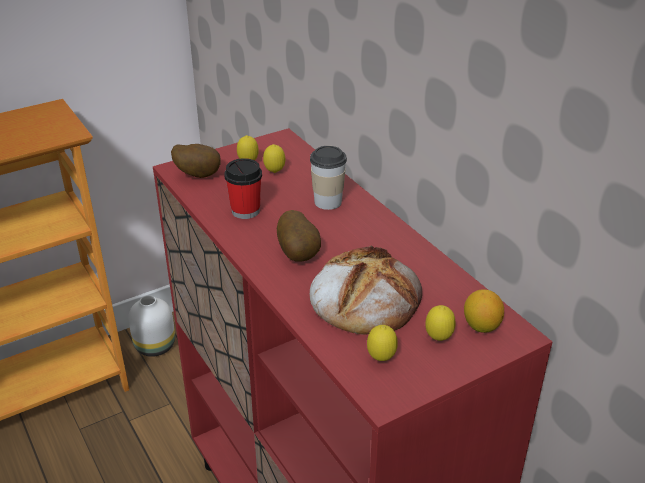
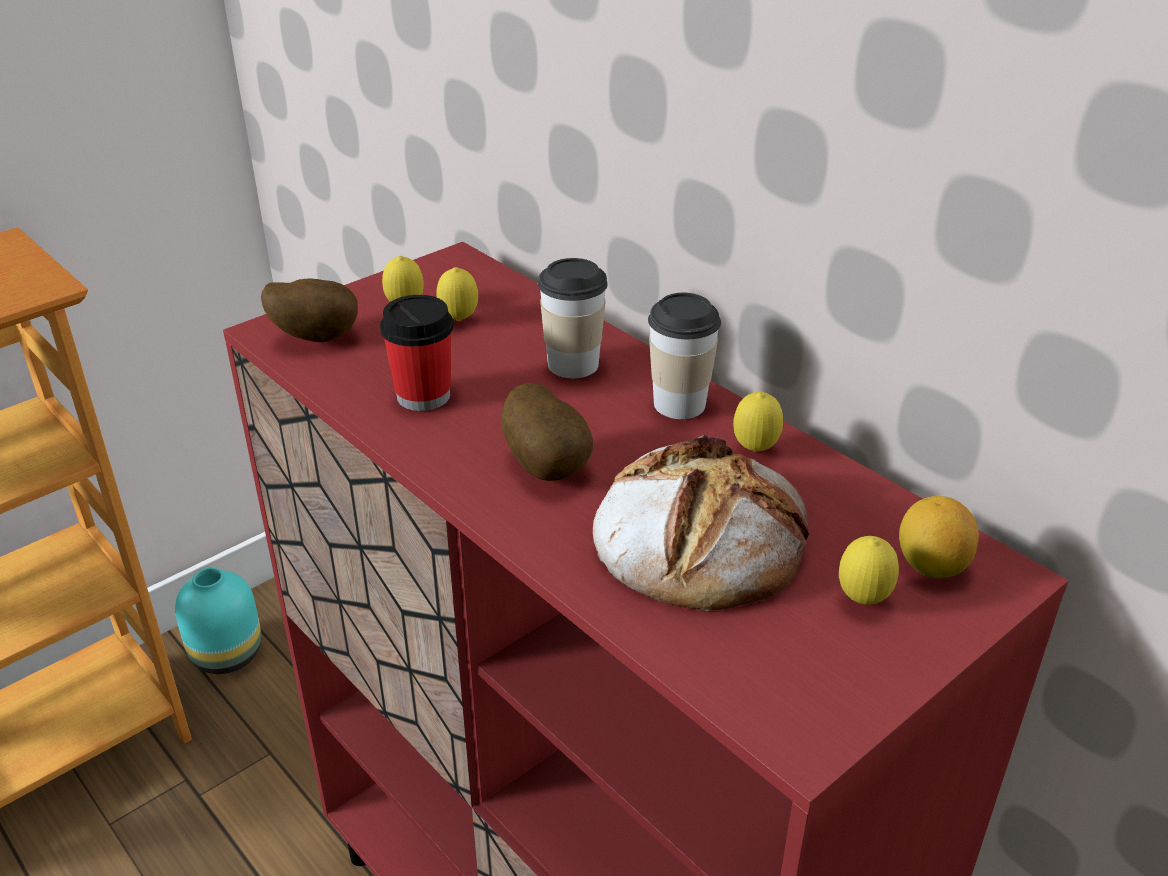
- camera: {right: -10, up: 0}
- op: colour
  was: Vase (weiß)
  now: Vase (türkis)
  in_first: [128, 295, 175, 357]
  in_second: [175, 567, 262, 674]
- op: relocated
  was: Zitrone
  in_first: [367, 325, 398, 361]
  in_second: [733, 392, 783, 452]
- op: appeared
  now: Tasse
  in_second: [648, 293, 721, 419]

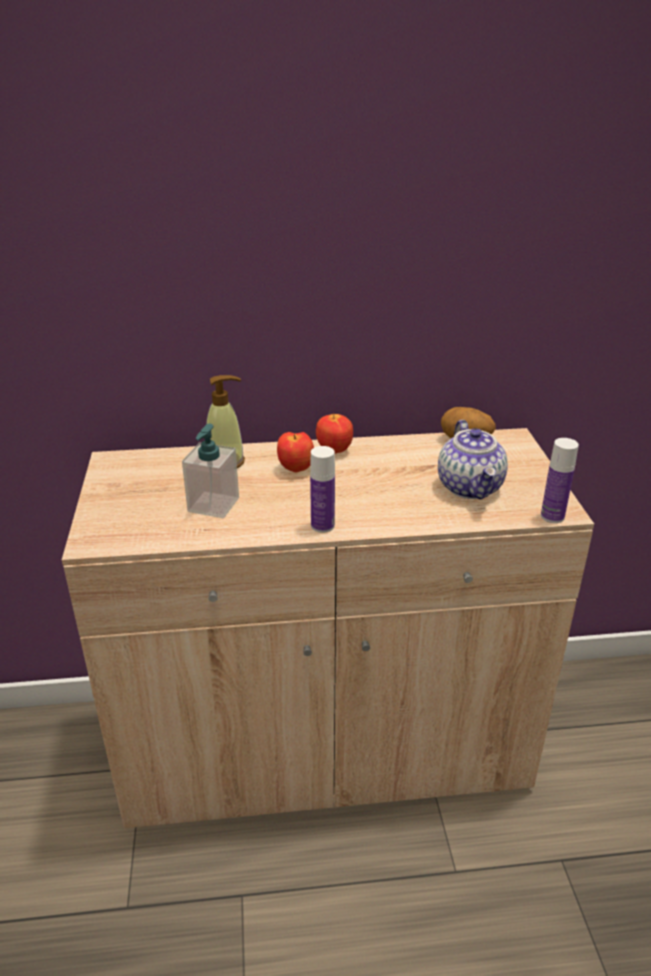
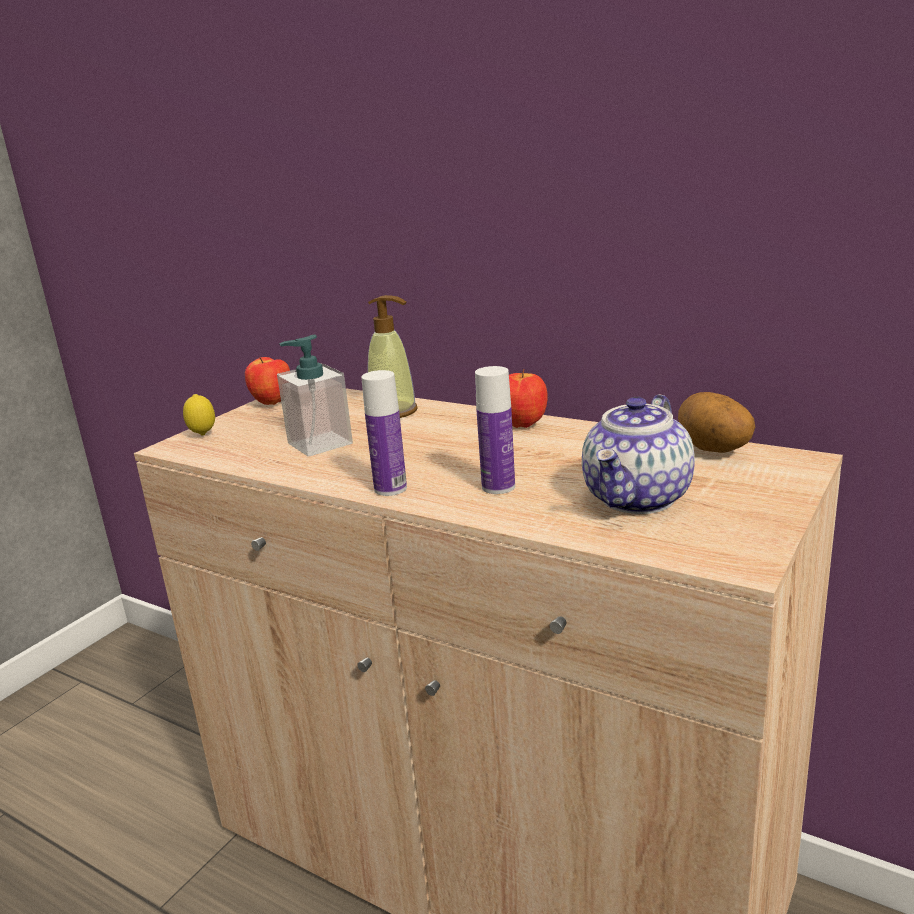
- camera: {right: 40, up: -10}
- op: relocated
  was: Apfel
  in_first: [277, 432, 314, 472]
  in_second: [245, 357, 290, 405]
- op: relocated
  was: Flasche
  in_first: [541, 438, 579, 523]
  in_second: [475, 366, 515, 494]
- op: appeared
  now: Zitrone
  in_second: [183, 394, 215, 435]

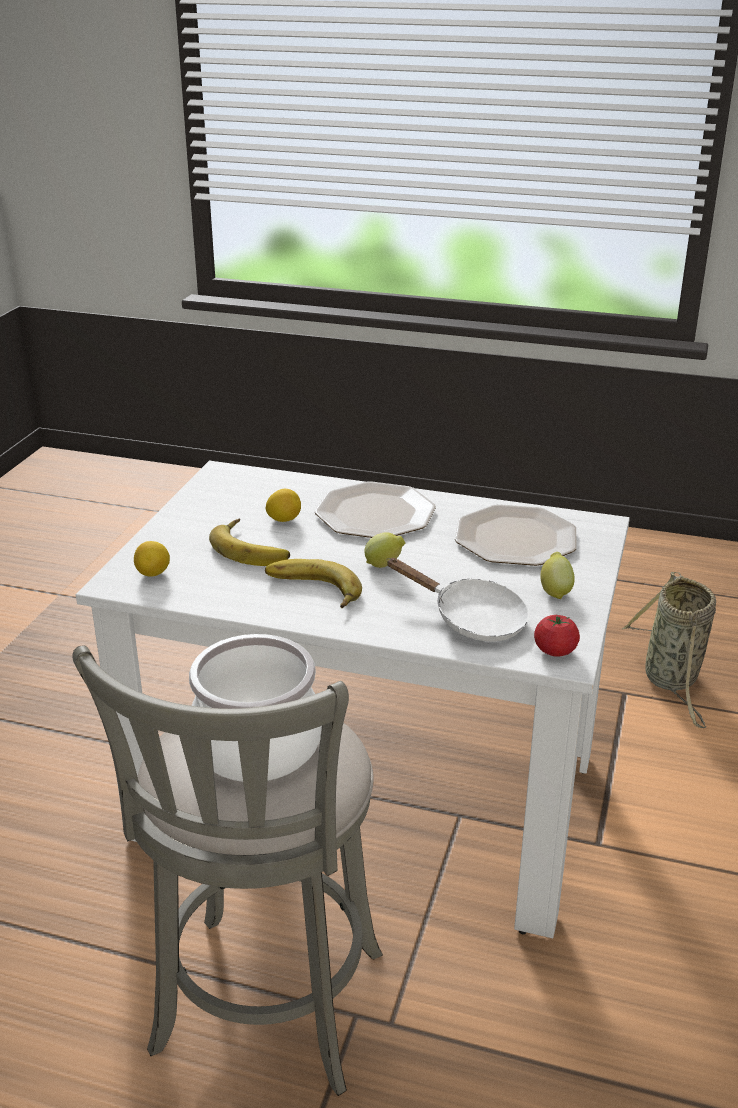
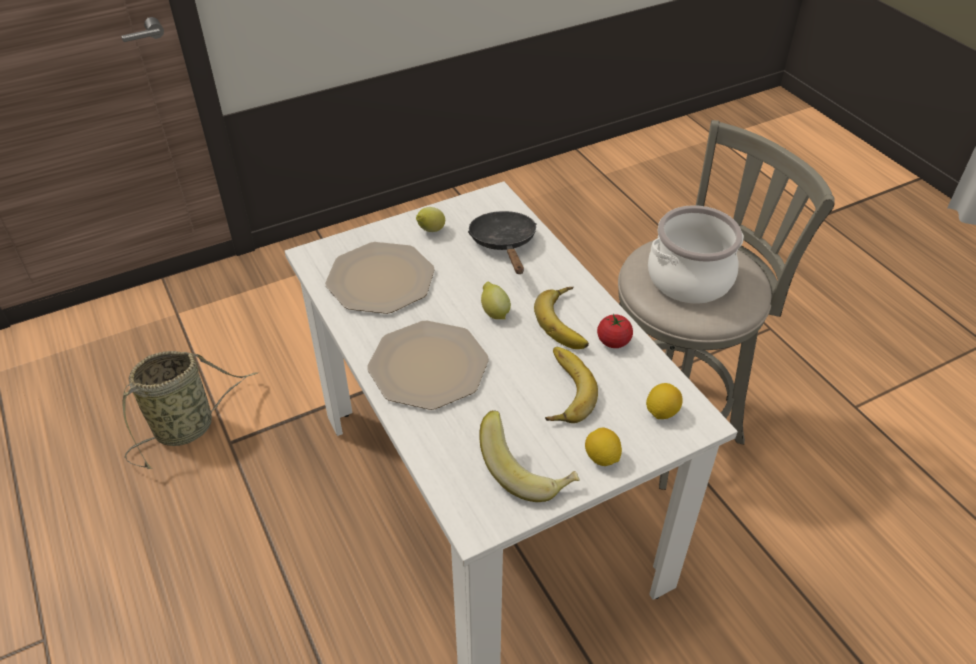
- camera: {right: -135, up: 15}
- op: relocated
  was: Zitrone
  in_first: [266, 489, 301, 522]
  in_second: [585, 428, 622, 466]
- op: colour
  was: Pfanne (weiß)
  now: Pfanne (schwarz)
  in_first: [386, 558, 529, 641]
  in_second: [468, 211, 537, 274]
- op: relocated
  was: Tomate
  in_first: [534, 615, 580, 657]
  in_second: [597, 314, 633, 348]
- op: appeared
  now: Banane
  in_second: [480, 410, 580, 502]

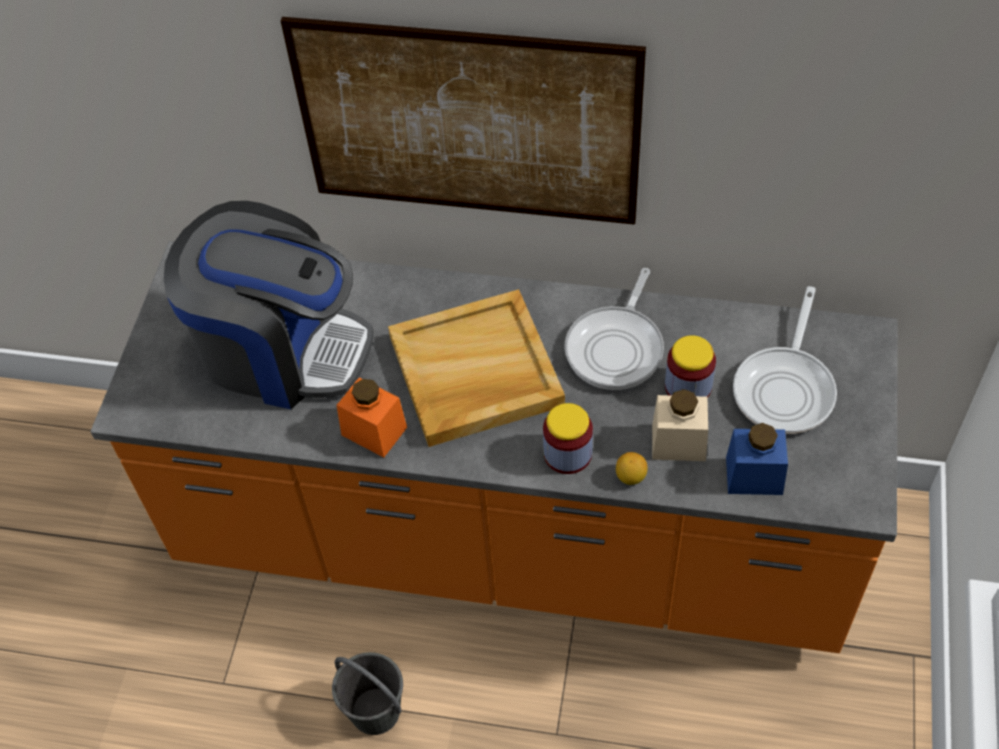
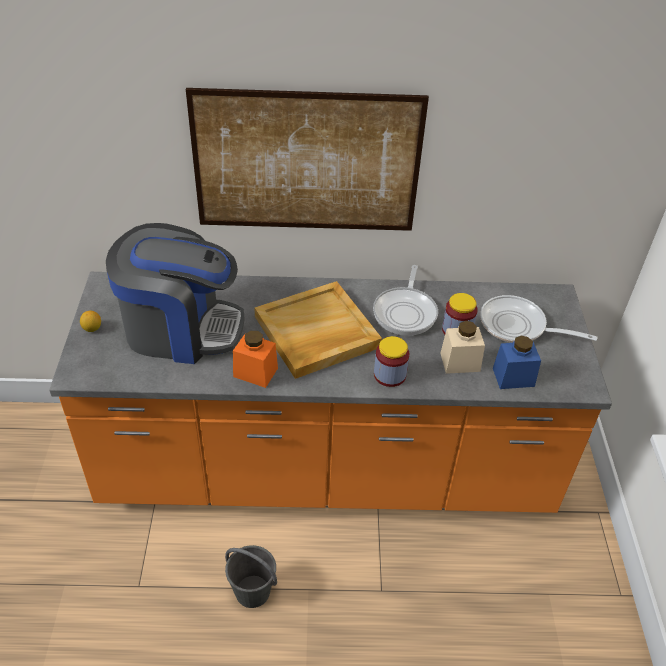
- camera: {right: -15, up: -10}
- op: spun
  was: Pfanne
  in_first: [733, 286, 837, 434]
  in_second: [480, 295, 598, 343]
  clockwise: 105
- op: relocated
  was: Zitrone
  in_first: [616, 452, 648, 485]
  in_second: [80, 311, 101, 332]

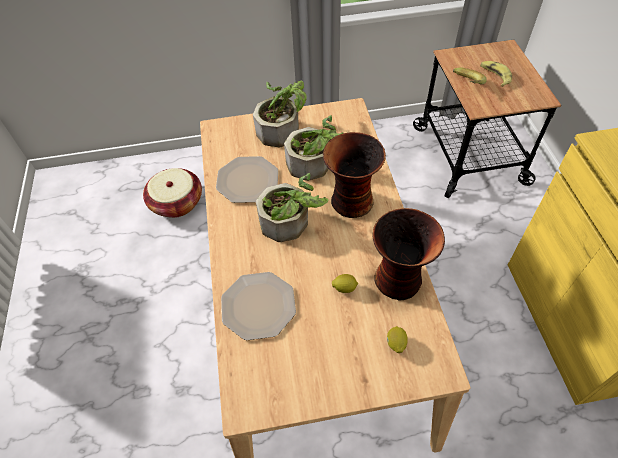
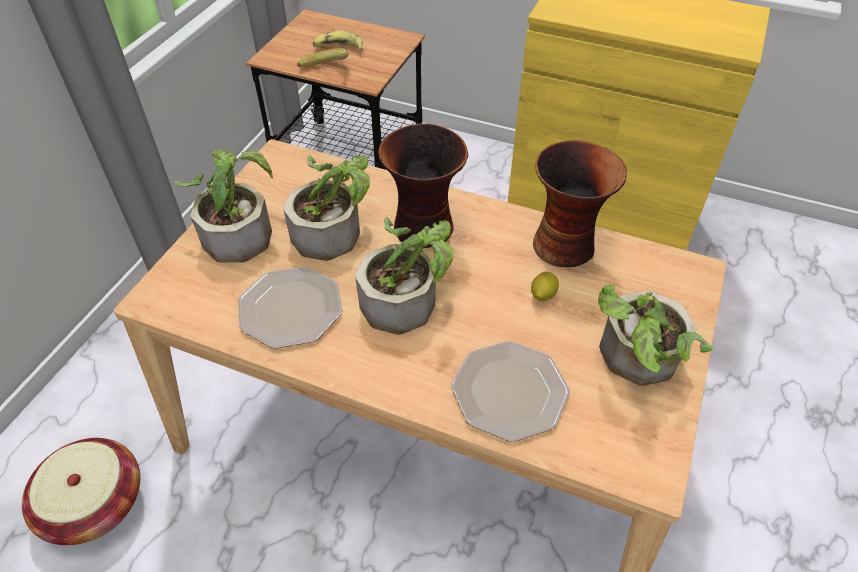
- camera: {right: -60, up: -5}
- op: missing
  was: Zitrone
  in_first: [387, 326, 408, 353]
- op: appeared
  now: Topfpflanze
  in_second: [598, 284, 714, 386]

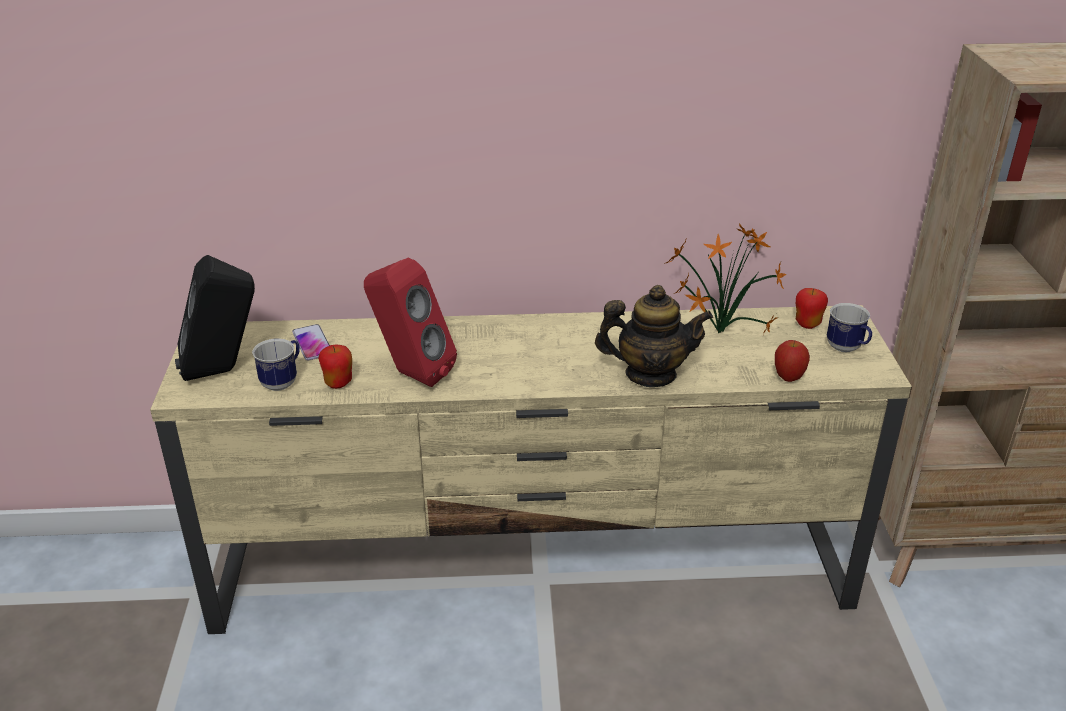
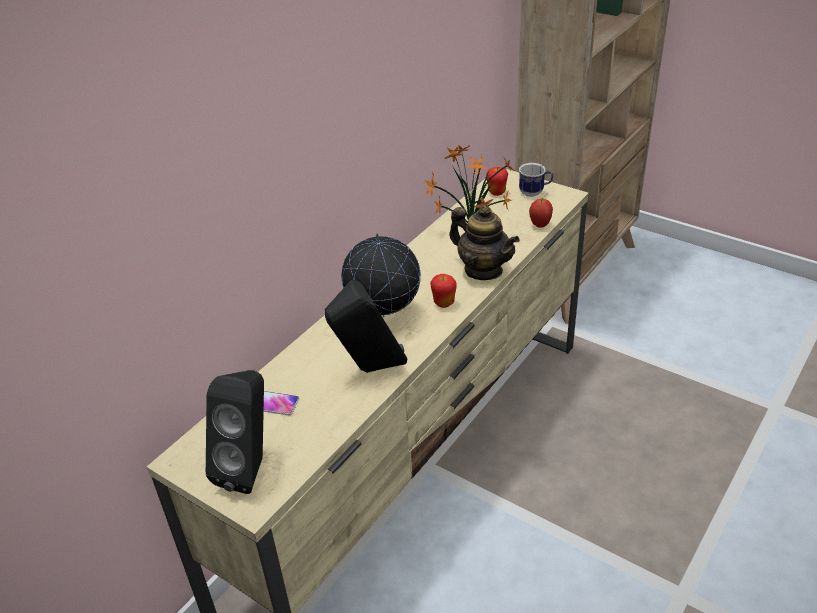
- camera: {right: -50, up: 5}
- op: colour
  was: Lautsprecher (rot)
  now: Lautsprecher (schwarz)
  in_first: [364, 258, 457, 387]
  in_second: [325, 280, 407, 373]
- op: spun
  was: Teekanne
  in_first: [595, 285, 713, 387]
  in_second: [449, 205, 520, 280]
  clockwise: 90
- op: missing
  was: Henkelbecher
  in_first: [252, 339, 300, 391]
- op: relocated
  was: Apfel
  in_first: [318, 344, 352, 389]
  in_second: [430, 274, 457, 308]
- op: appeared
  now: Globus
  in_second: [341, 233, 421, 317]

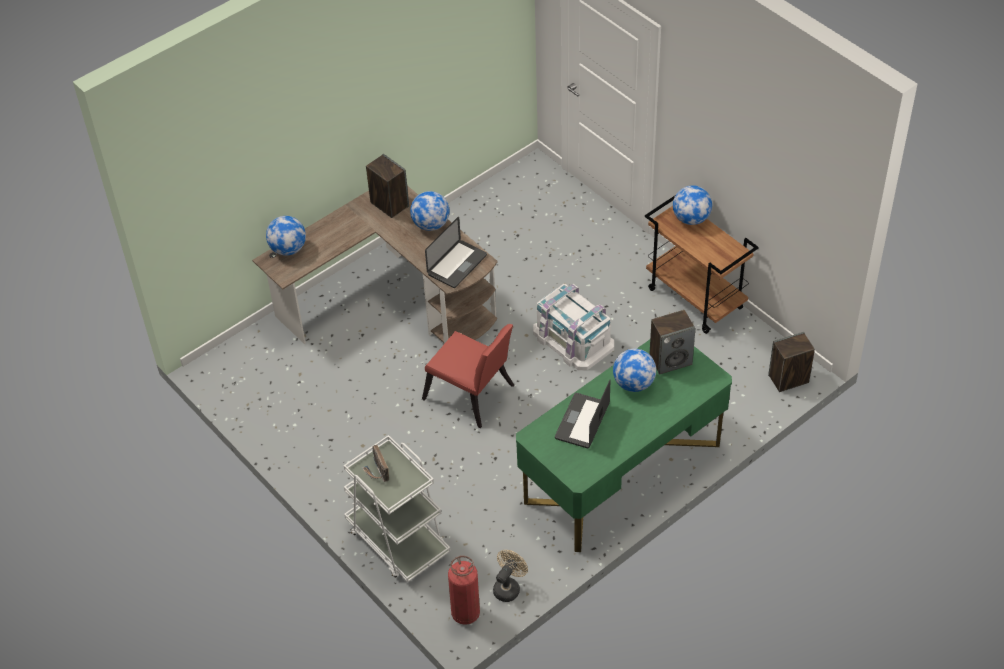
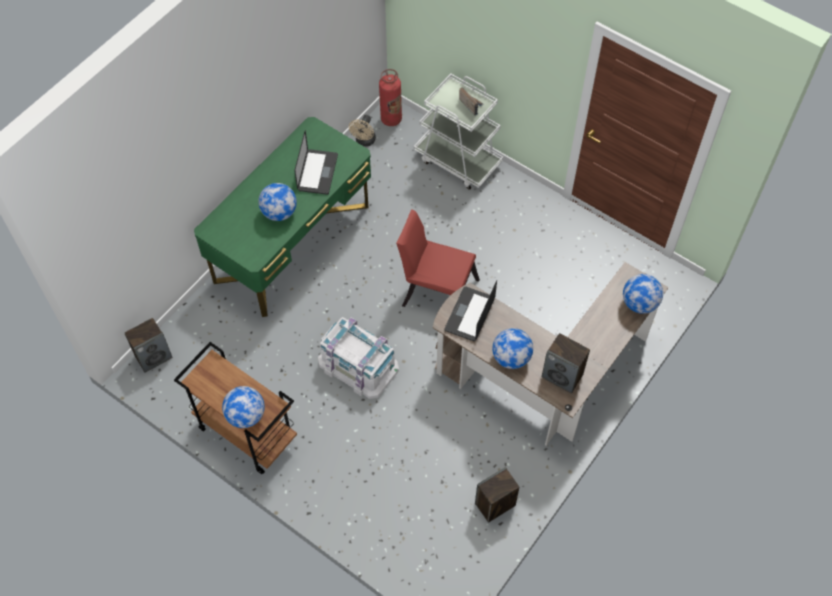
- camera: {right: 165, up: 10}
- op: relocated
  was: Lautsprecher
  in_first: [649, 310, 695, 374]
  in_second: [475, 467, 519, 523]

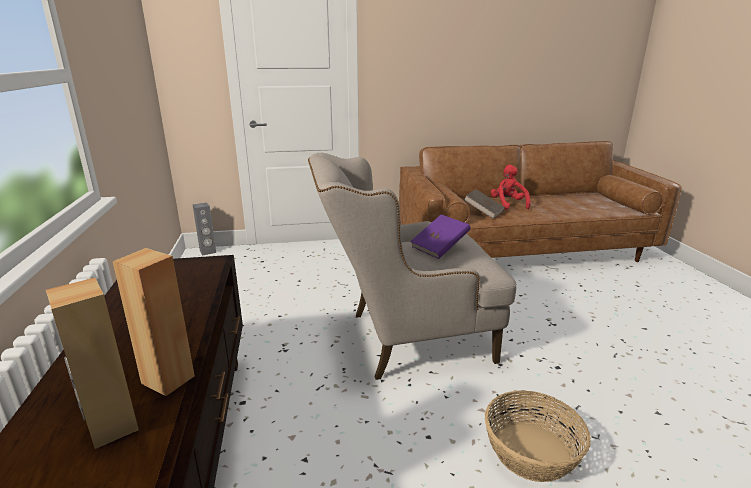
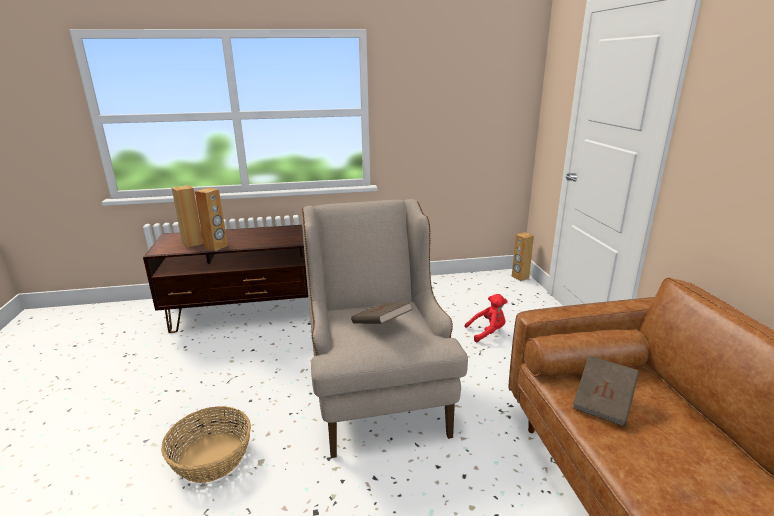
- camera: {right: 90, up: 0}
- op: relocated
  was: Plüschtier (rot)
  in_first: [491, 165, 531, 210]
  in_second: [464, 294, 508, 342]
- op: colour
  was: Lautsprecher (grau)
  now: Lautsprecher (braun)
  in_first: [193, 203, 216, 256]
  in_second: [512, 232, 534, 281]
- op: colour
  was: Buch (lila)
  now: Buch (braun)
  in_first: [410, 214, 471, 259]
  in_second: [351, 302, 413, 324]

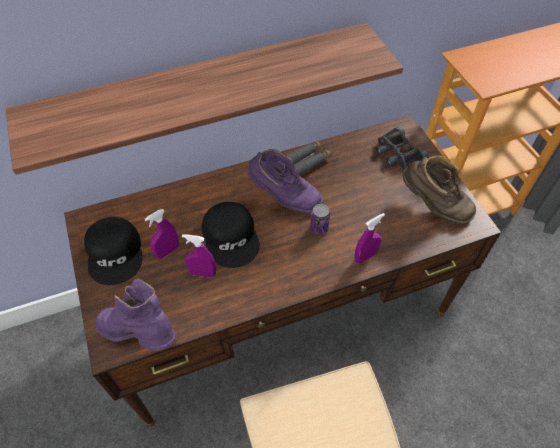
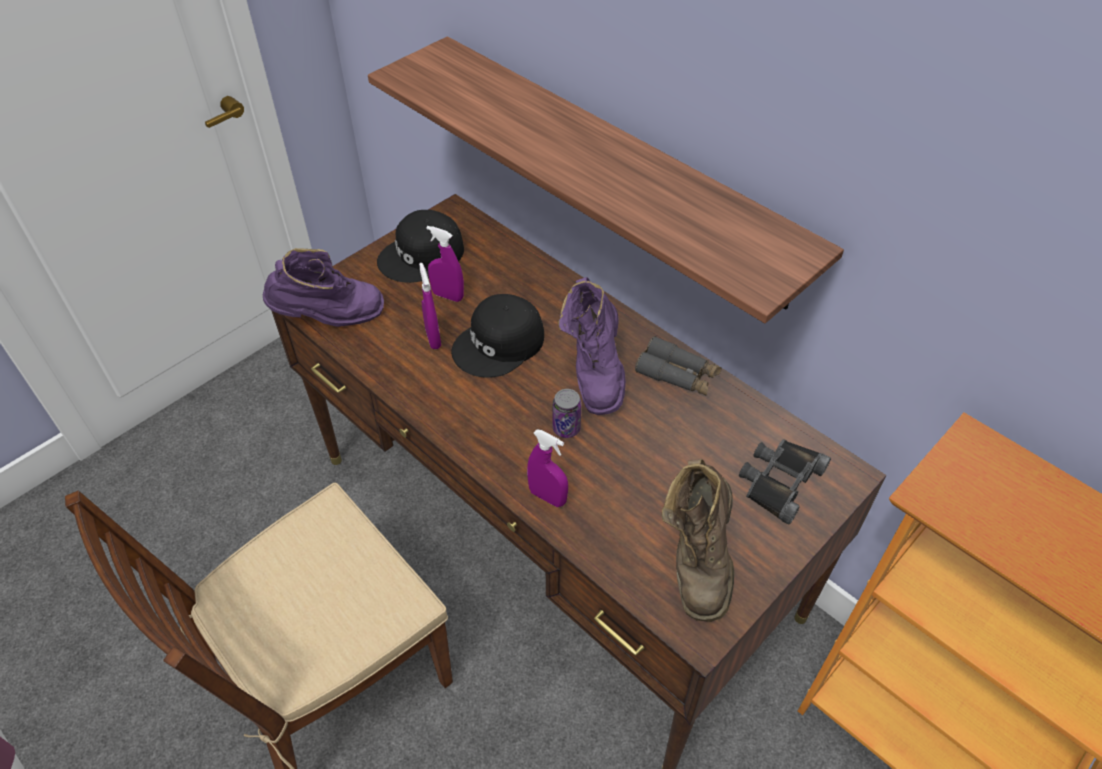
- camera: {right: 65, up: -5}
- op: spun
  was: Stiefel (lila)
  in_first: [94, 278, 176, 351]
  in_second: [263, 248, 384, 327]
  clockwise: 75

